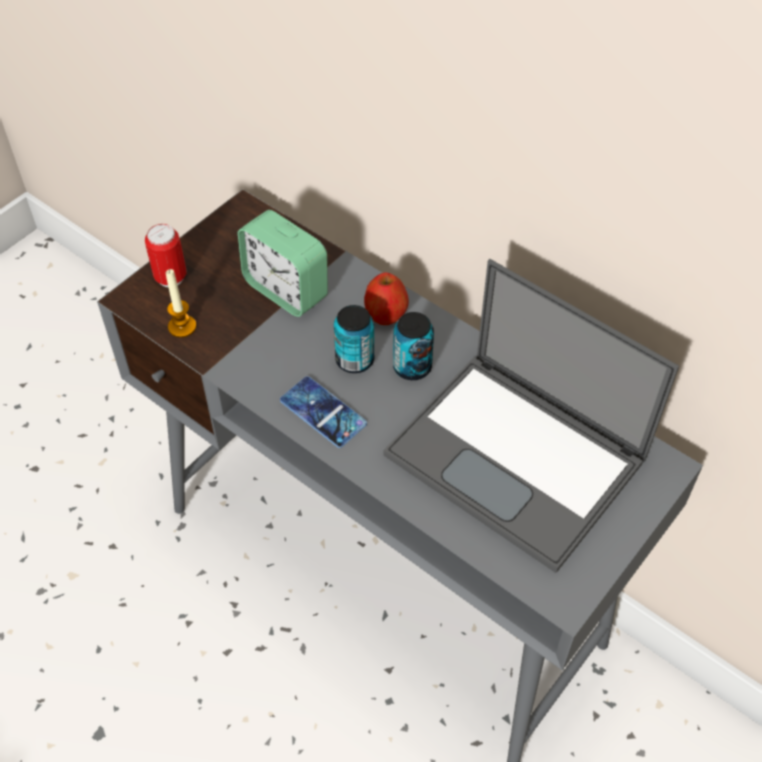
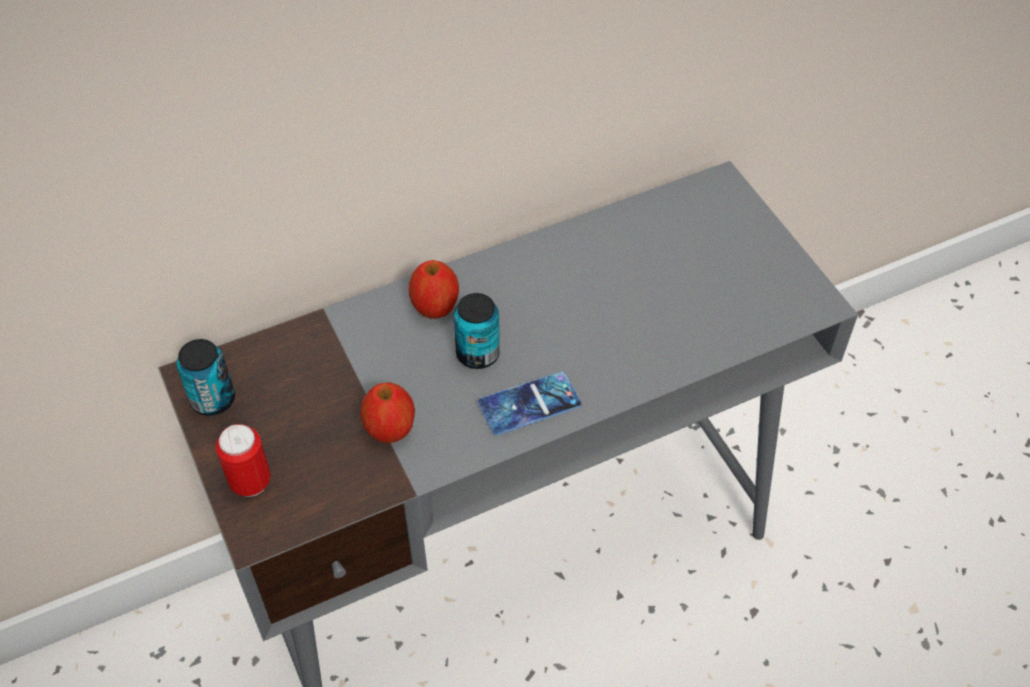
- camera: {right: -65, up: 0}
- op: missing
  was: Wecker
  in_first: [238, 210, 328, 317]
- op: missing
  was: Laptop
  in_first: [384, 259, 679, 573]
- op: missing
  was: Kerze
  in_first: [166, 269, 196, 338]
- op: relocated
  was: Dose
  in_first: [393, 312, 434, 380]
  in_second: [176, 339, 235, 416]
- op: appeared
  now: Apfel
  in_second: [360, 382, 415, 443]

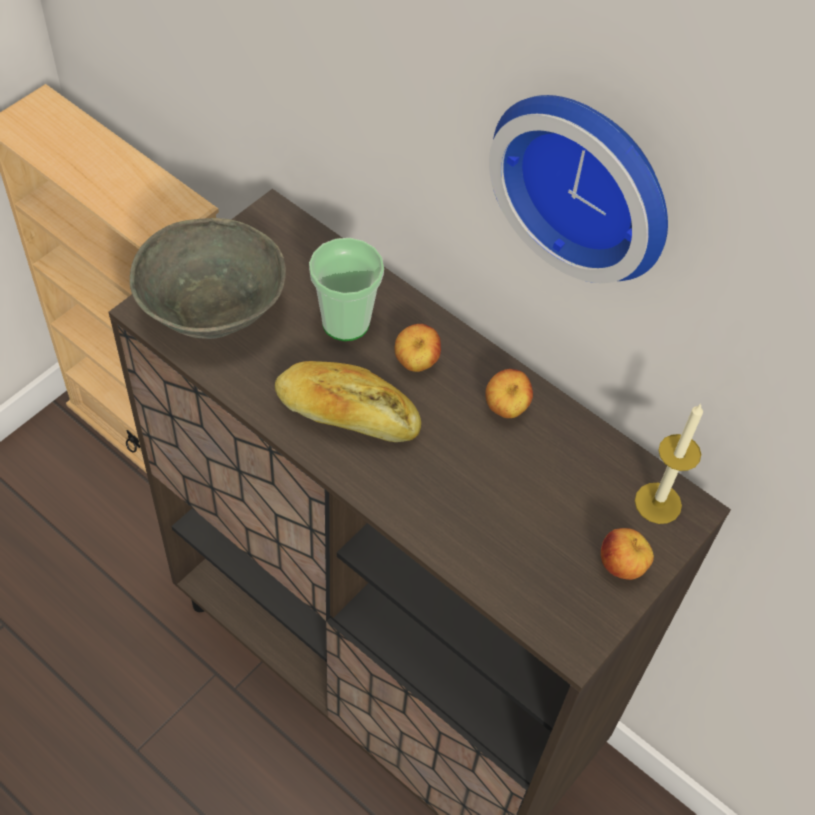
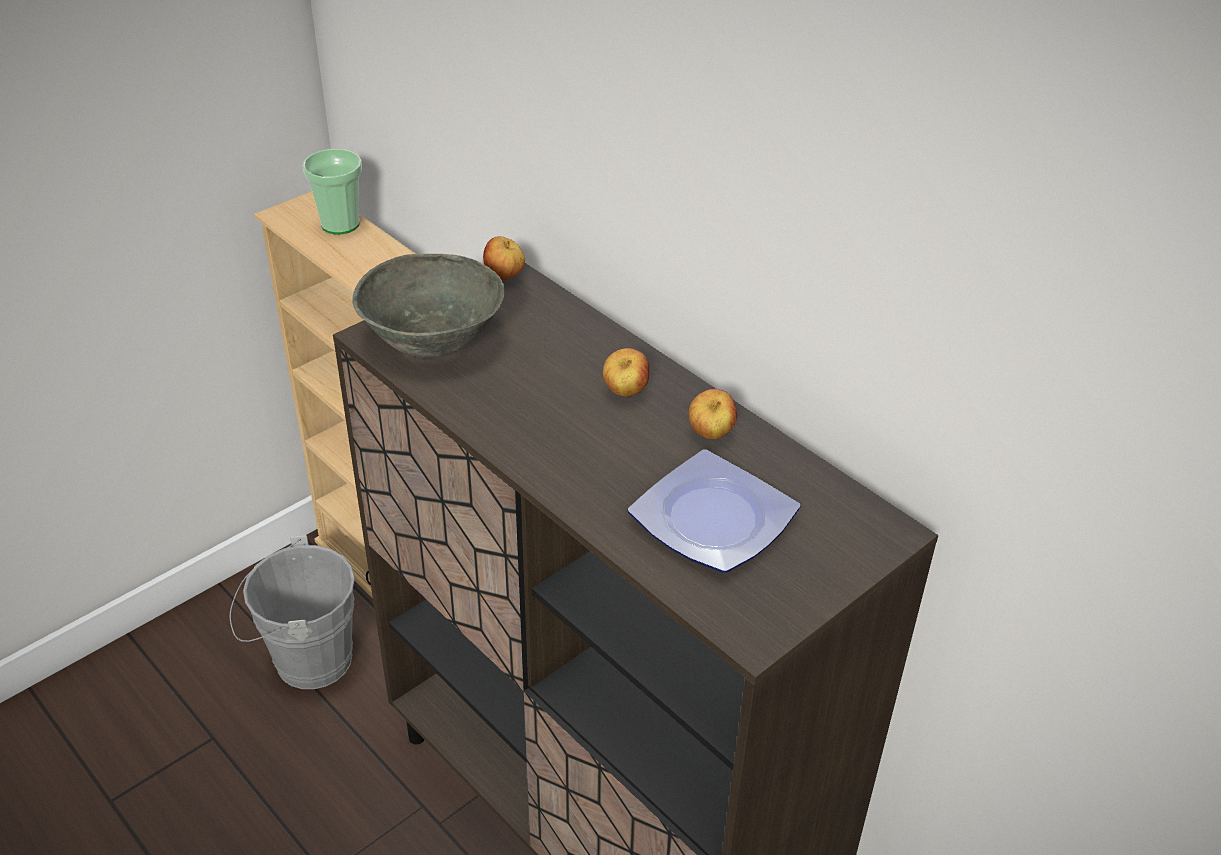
- camera: {right: 10, up: -15}
- op: missing
  was: Wanduhr
  in_first: [489, 95, 668, 283]
- op: relocated
  was: Tasse
  in_first: [309, 238, 384, 341]
  in_second: [302, 149, 362, 234]
- op: missing
  was: Brot
  in_first: [275, 361, 421, 442]
- op: missing
  was: Kerze
  in_first: [635, 403, 703, 524]
- op: relocated
  was: Apfel
  in_first: [601, 528, 654, 580]
  in_second: [483, 236, 525, 280]
- op: appeared
  now: Teller
  in_second: [628, 449, 800, 573]
- op: appeared
  now: Eimer (grau)
  in_second: [230, 535, 355, 689]

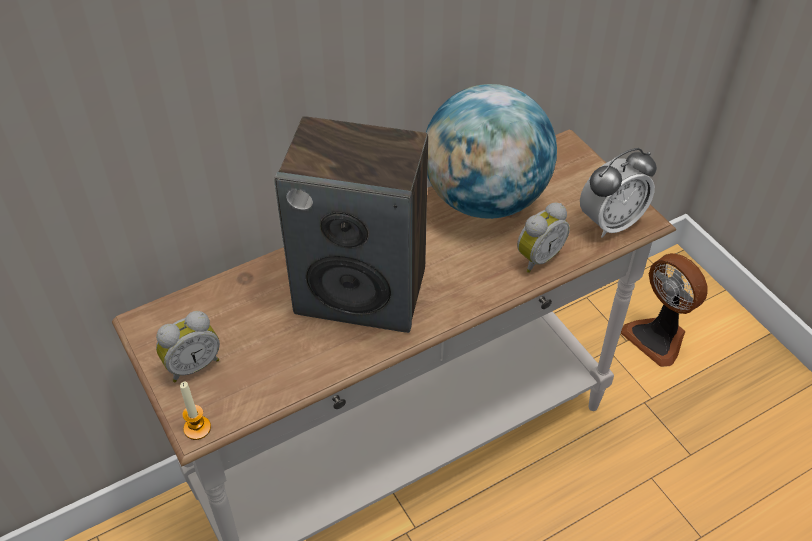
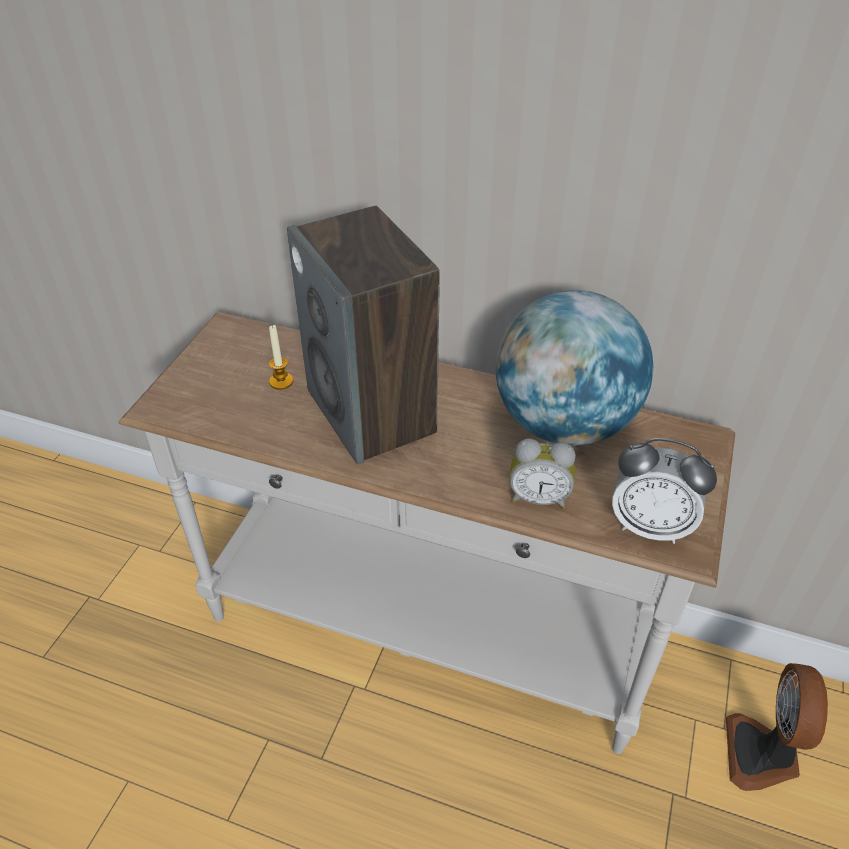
- camera: {right: 50, up: -5}
- op: missing
  was: Wecker
  in_first: [156, 311, 220, 383]
- op: relocated
  was: Kerze
  in_first: [180, 381, 211, 440]
  in_second: [269, 325, 293, 390]

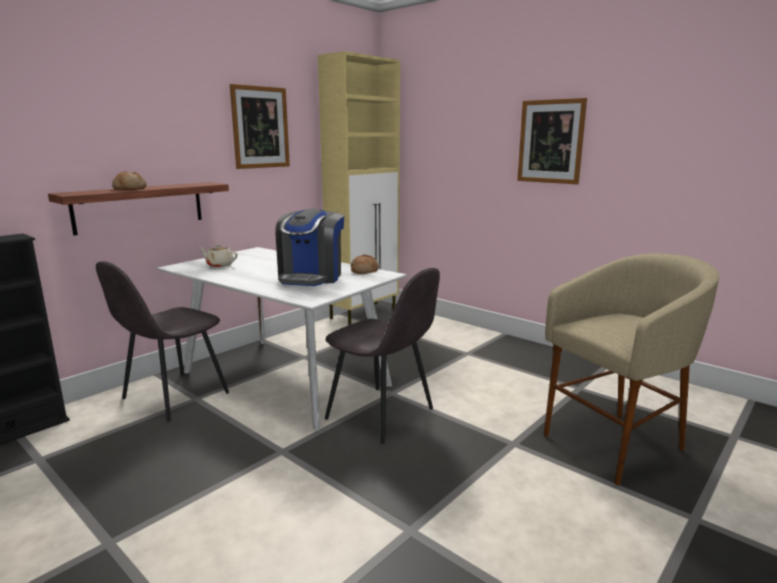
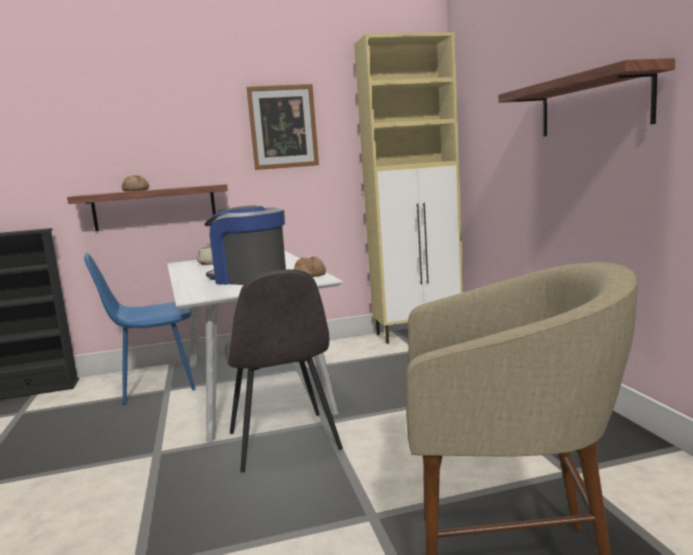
- camera: {right: 35, up: -5}
- op: exchanged
  was: Bild
  now: Wandregal
  in_first: [517, 98, 587, 184]
  in_second: [498, 58, 675, 136]
- op: spun
  was: Kaffeemaschine
  in_first: [276, 209, 344, 286]
  in_second: [204, 205, 286, 285]
  clockwise: 75
- op: colour
  was: Stuhl (grau)
  now: Stuhl (blau)
  in_first: [96, 261, 229, 421]
  in_second: [84, 253, 195, 404]

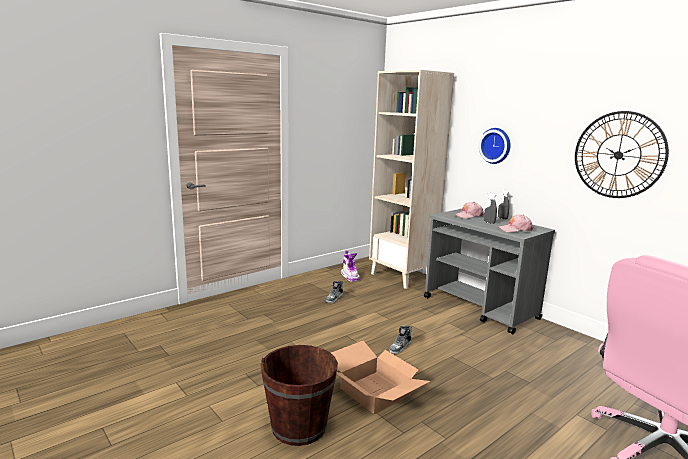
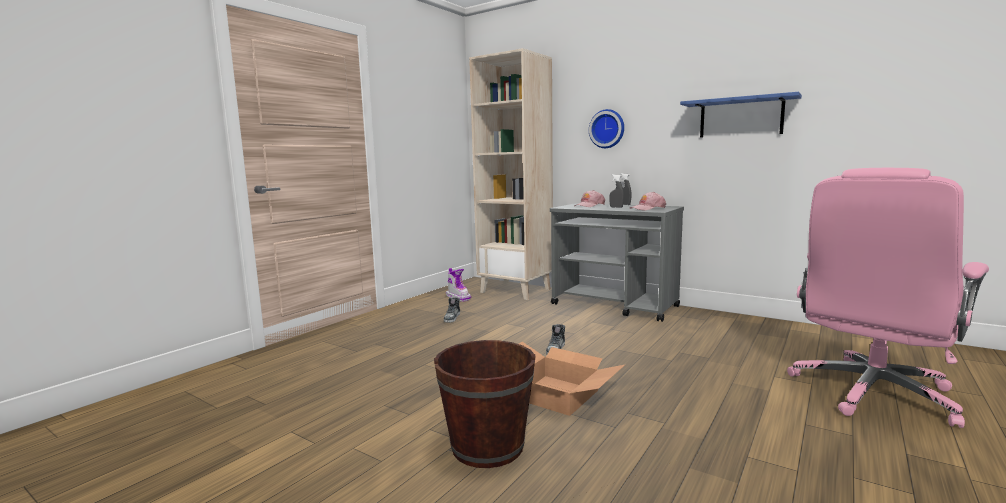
- camera: {right: -15, up: -5}
- op: exchanged
  was: Wanduhr
  now: Wandregal (blau)
  in_first: [575, 111, 669, 198]
  in_second: [680, 92, 802, 138]

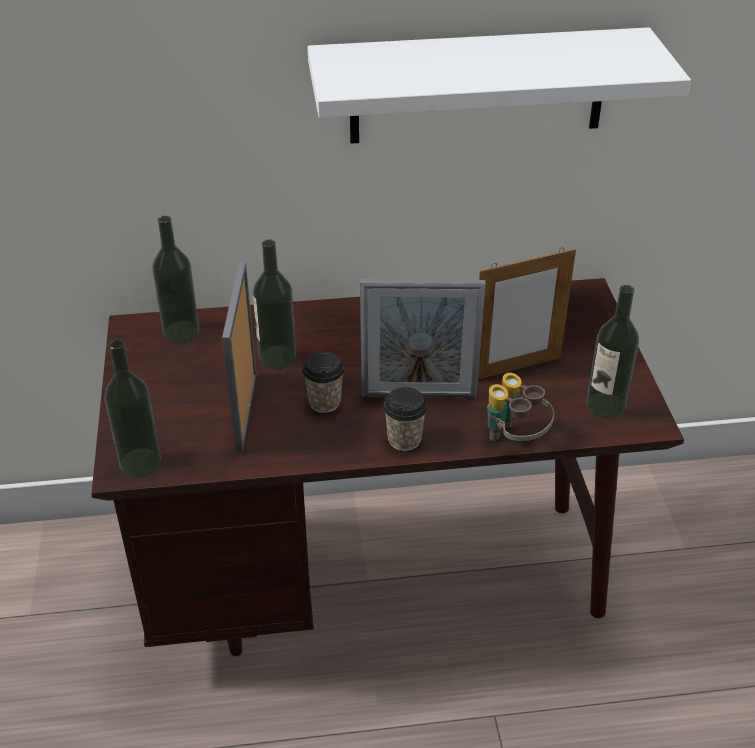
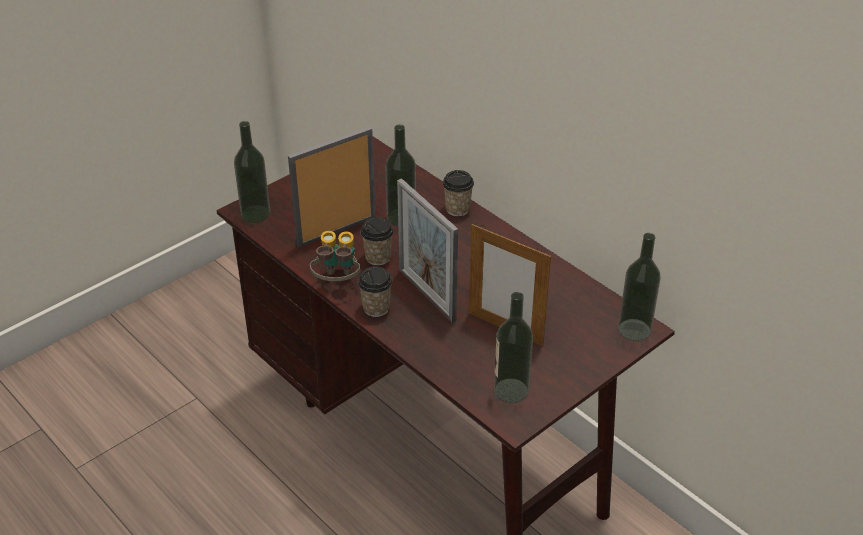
- camera: {right: 55, up: 0}
- op: missing
  was: Wandregal (weiß)
  in_first: [308, 27, 691, 144]
- op: relocated
  was: Flasche
  in_first: [152, 216, 199, 343]
  in_second: [618, 233, 661, 341]
- op: relocated
  was: Fernglas
  in_first: [487, 373, 554, 441]
  in_second: [310, 231, 360, 281]
- op: appeared
  now: Tasse
  in_second: [443, 170, 474, 216]

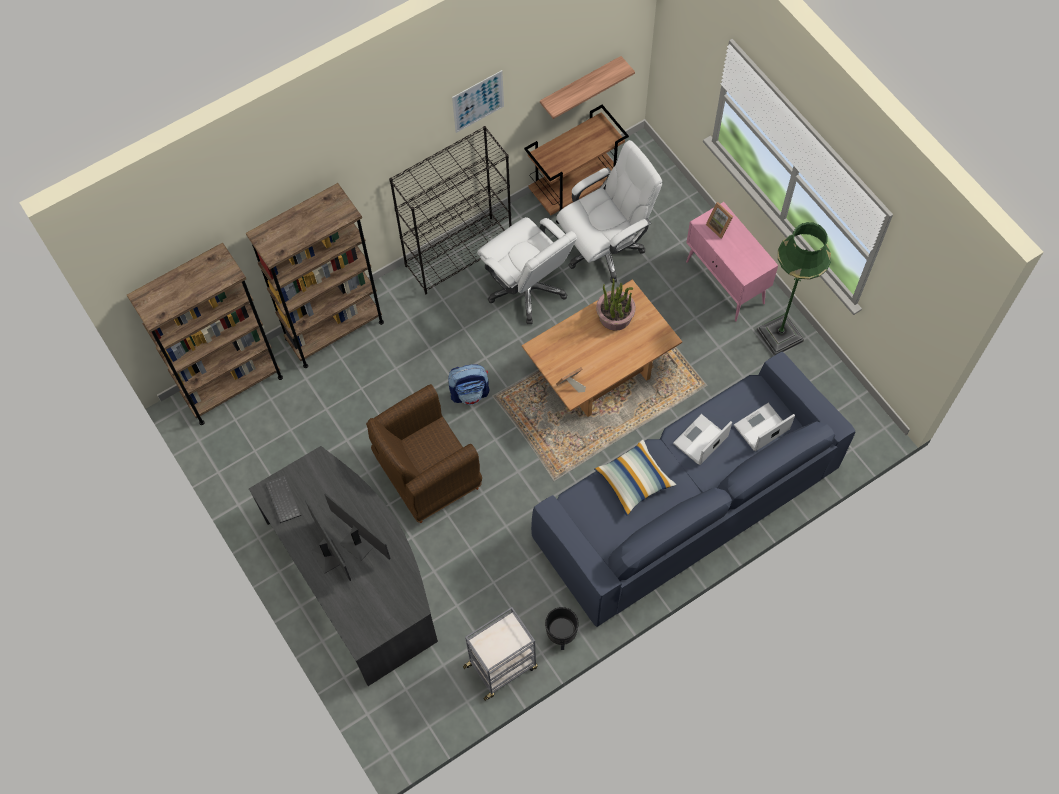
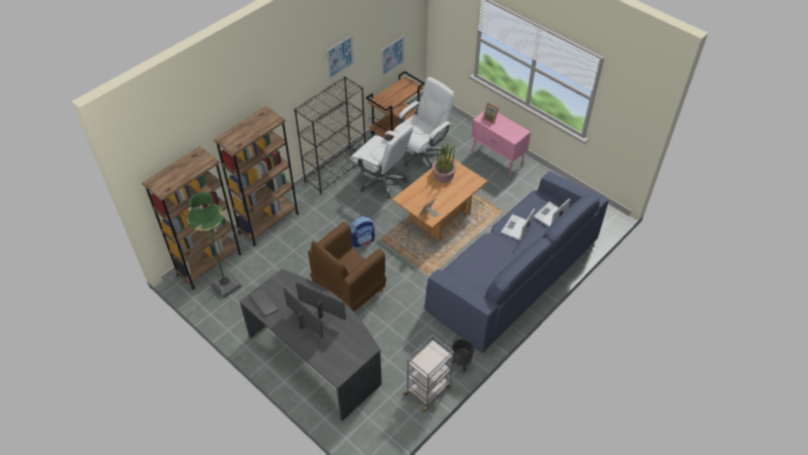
- camera: {right: -15, up: -15}
- op: exchanged
  was: Wandregal
  now: Bild
  in_first: [540, 56, 635, 119]
  in_second: [381, 36, 404, 77]
- op: relocated
  was: Stehlampe (grün)
  in_first: [756, 222, 831, 355]
  in_second: [187, 192, 242, 299]
- op: missing
  was: Kissen
  in_first: [594, 440, 676, 516]

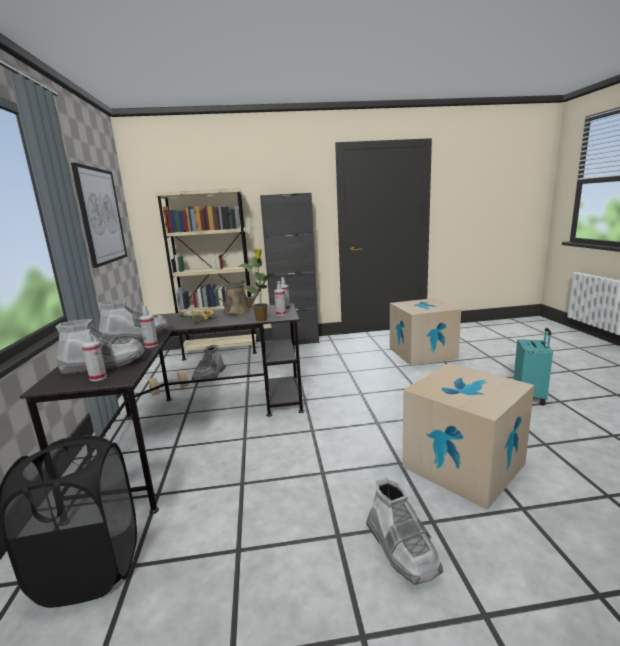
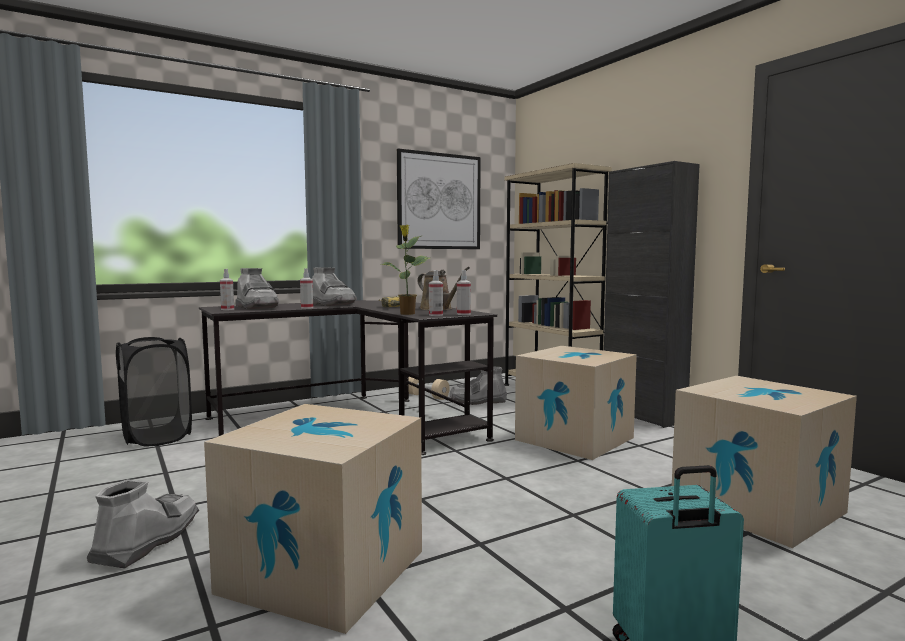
- camera: {right: 65, up: -10}
- op: spun
  was: Stiefel (grau)
  in_first: [366, 477, 443, 585]
  in_second: [87, 479, 199, 569]
  clockwise: 150
- op: appeared
  now: Karton
  in_second: [515, 346, 637, 460]

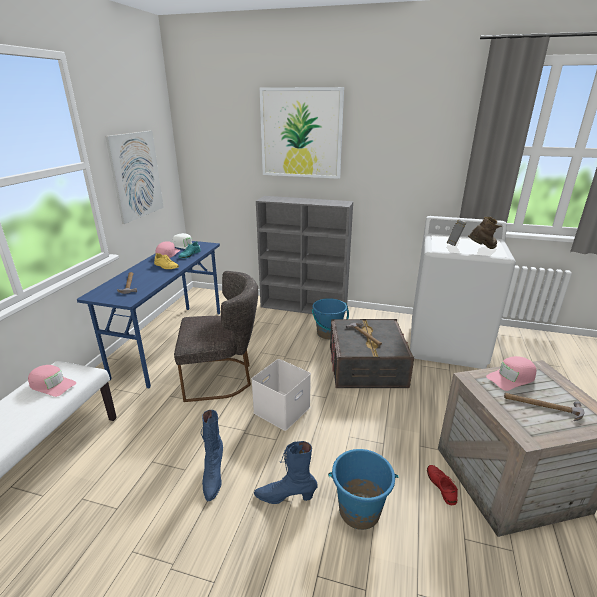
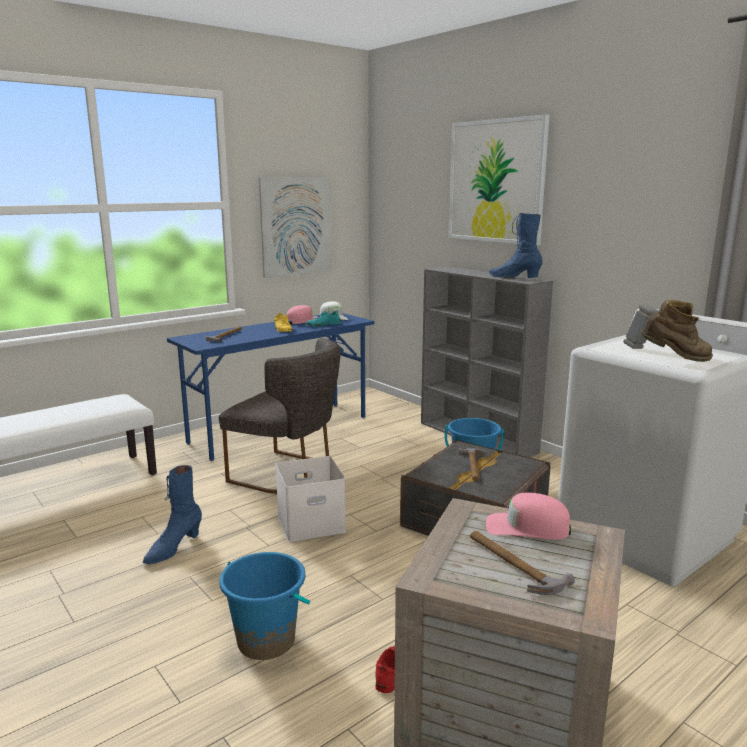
- camera: {right: 35, up: -10}
- op: missing
  was: Kappe (rosa)
  in_first: [28, 365, 76, 397]
- op: relocated
  was: Stiefel (blau)
  in_first: [254, 441, 318, 504]
  in_second: [489, 213, 542, 278]

